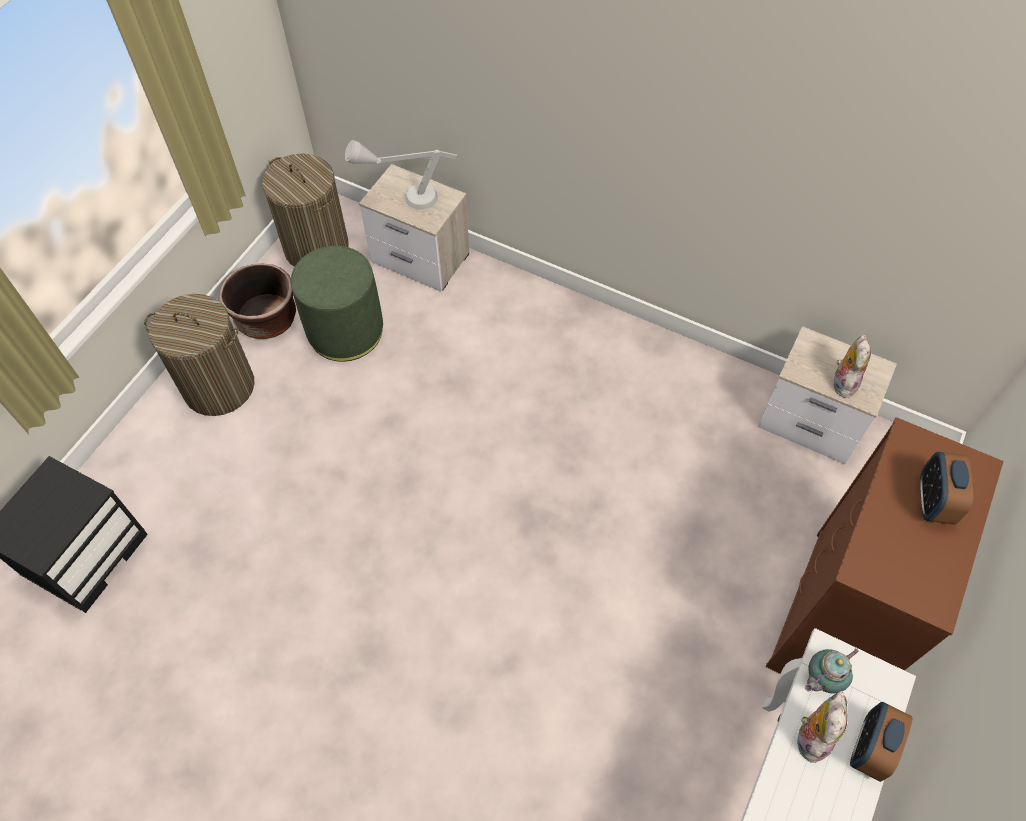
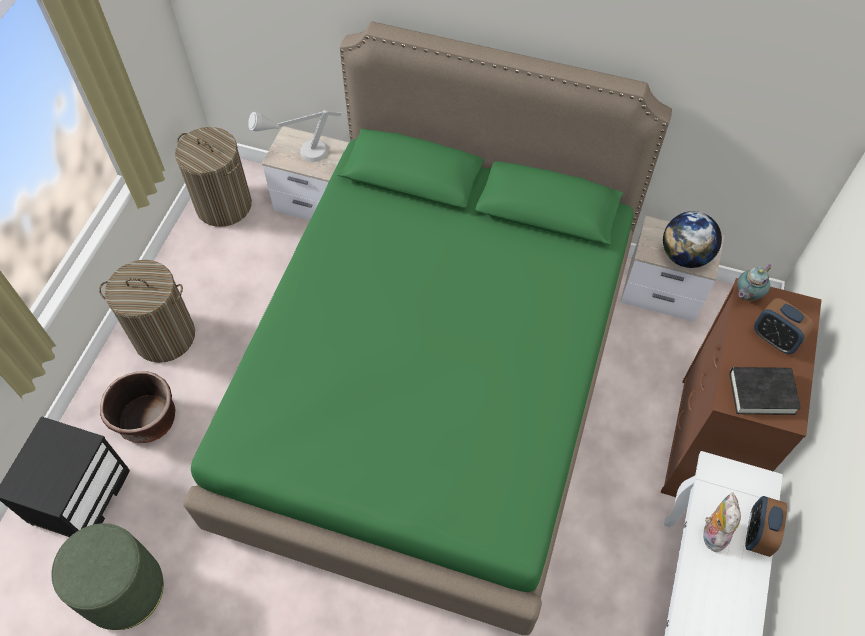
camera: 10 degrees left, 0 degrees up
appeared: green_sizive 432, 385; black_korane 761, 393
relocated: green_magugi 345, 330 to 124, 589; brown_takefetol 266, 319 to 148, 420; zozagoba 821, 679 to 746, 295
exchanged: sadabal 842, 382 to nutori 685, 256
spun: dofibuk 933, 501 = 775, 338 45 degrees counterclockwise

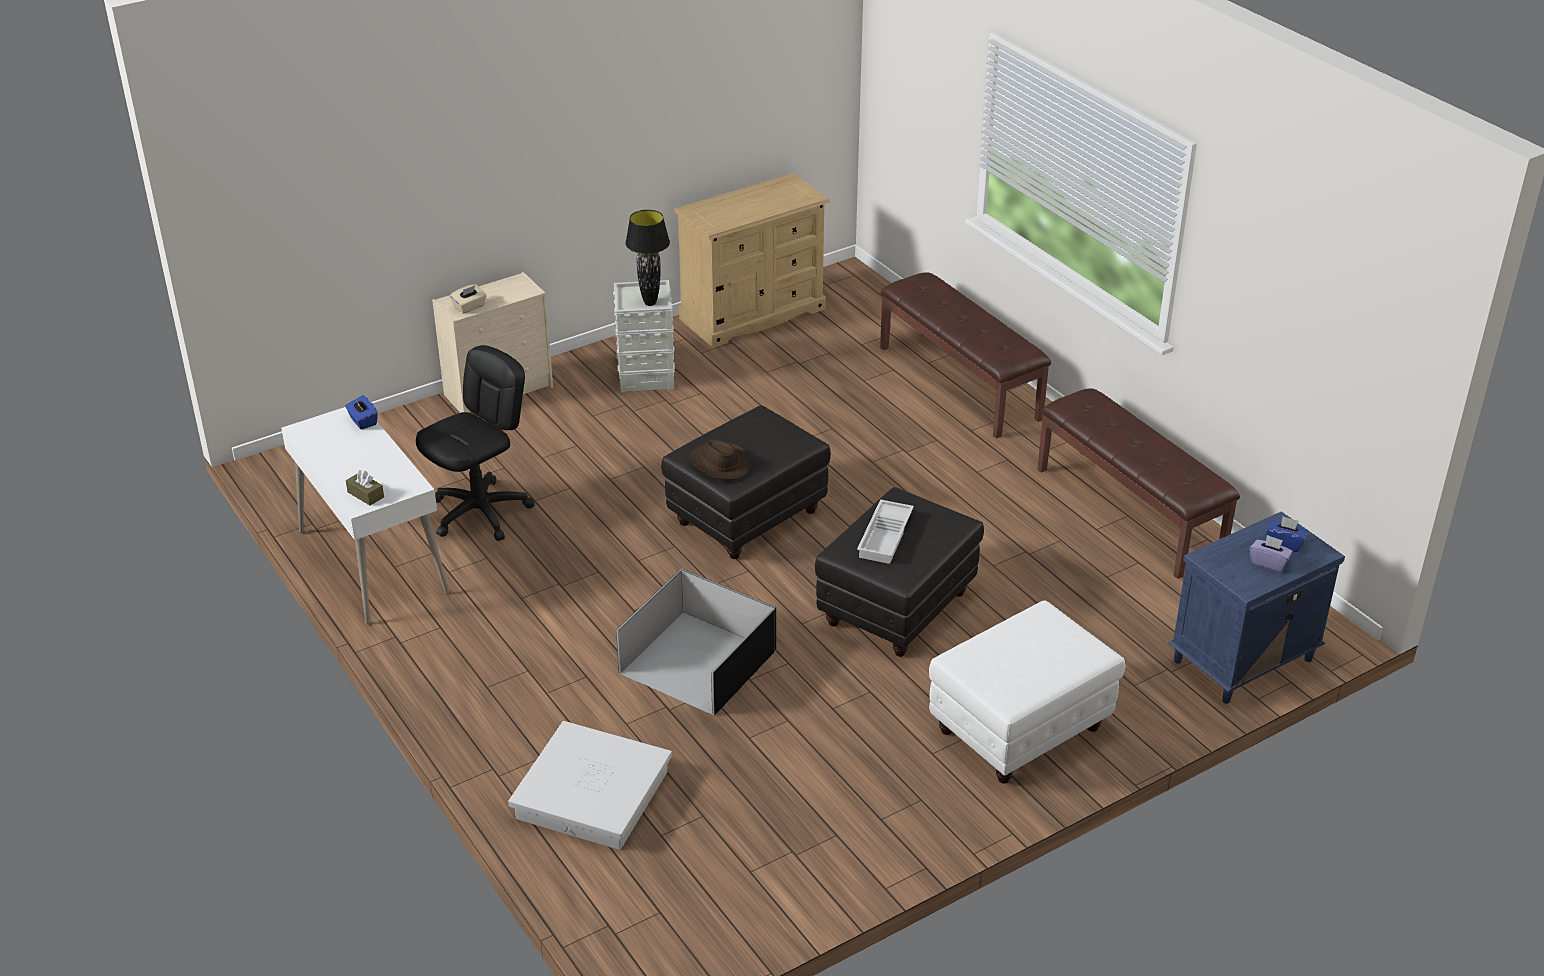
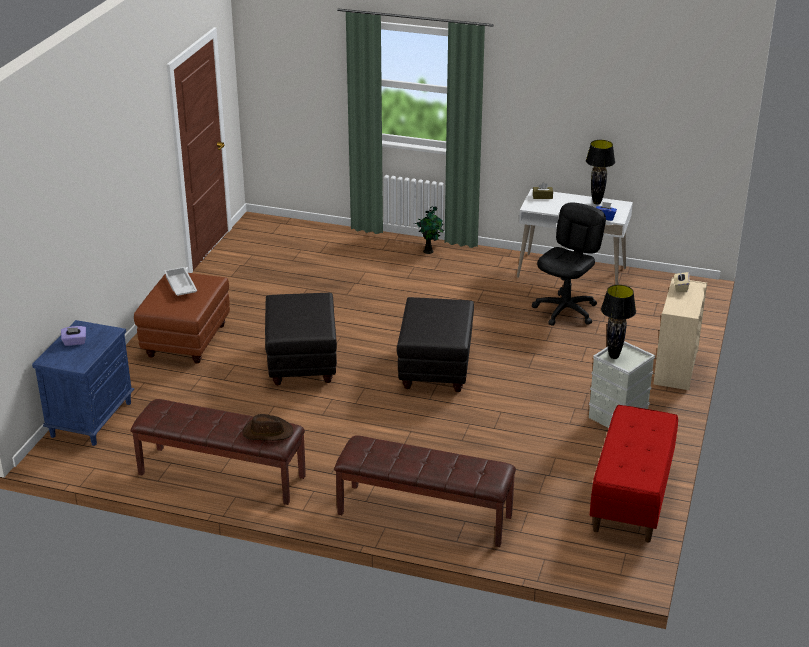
camera: 140 degrees right, 5 degrees down
missing: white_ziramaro 591, 794; black_ziramaro 696, 661; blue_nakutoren 1284, 543
appeared: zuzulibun 429, 251; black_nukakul 596, 202
relocated: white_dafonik 886, 537 to 180, 286; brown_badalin 719, 464 to 267, 432
exchanged: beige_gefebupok 753, 314 to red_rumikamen 632, 497
colour: white_magugi 1020, 730 to brown_magugi 186, 340
spun: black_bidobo 480, 512 = 566, 311 150 degrees counterclockwise

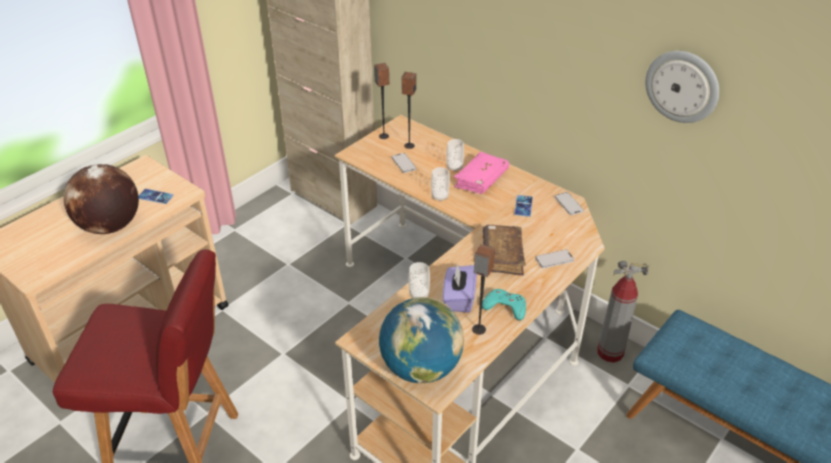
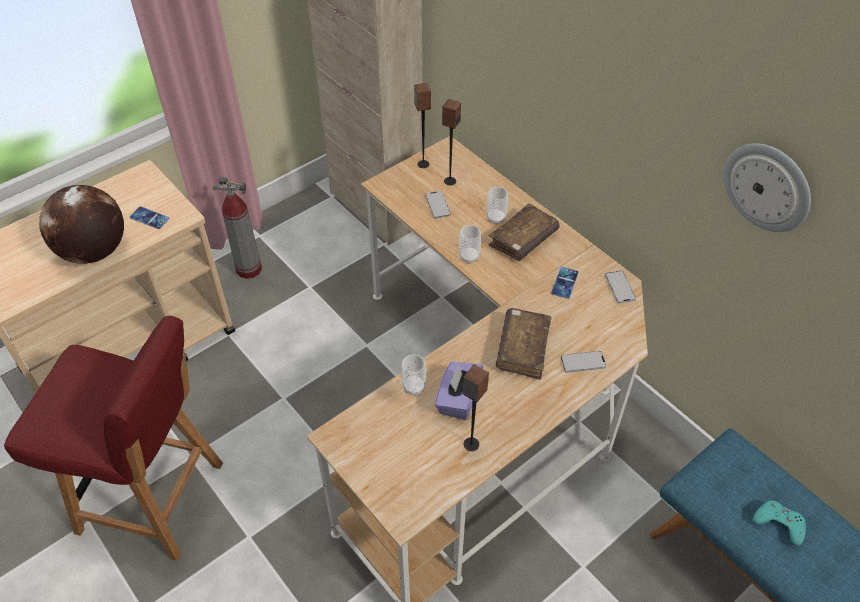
camera: 10 degrees right, 10 degrees up
missing: nutori 421, 368
relocated: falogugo 609, 352 to 248, 269; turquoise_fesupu 505, 307 to 779, 523
colour: pink_korane 481, 180 to brown_korane 523, 239

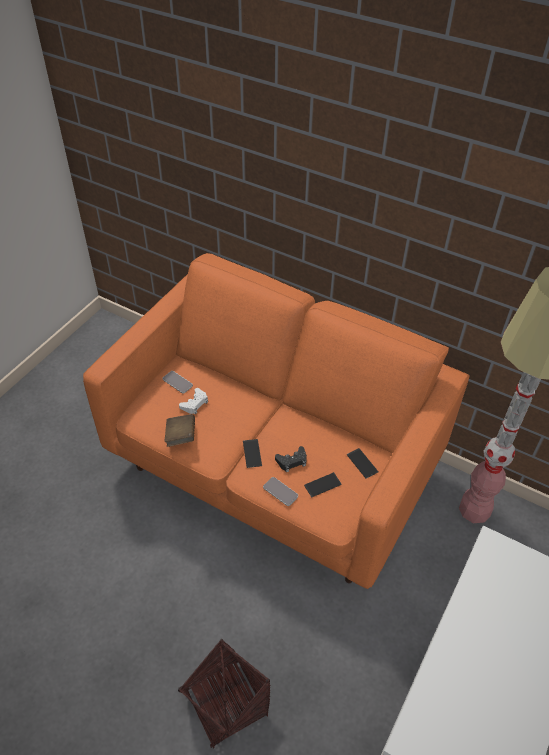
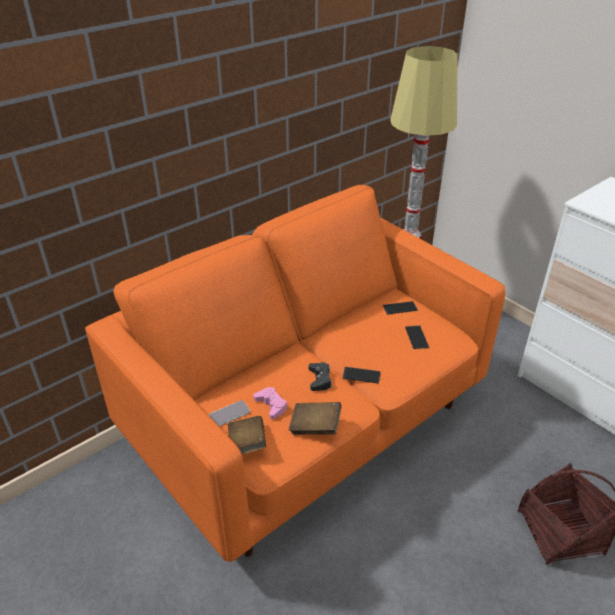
camera: 70 degrees left, 10 degrees down
missing: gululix 280, 492
appeared: brown_korane 247, 444
relocated: black_fesupu 292, 461 to 320, 379
colour: white_fesupu 194, 404 to pink_fesupu 271, 405

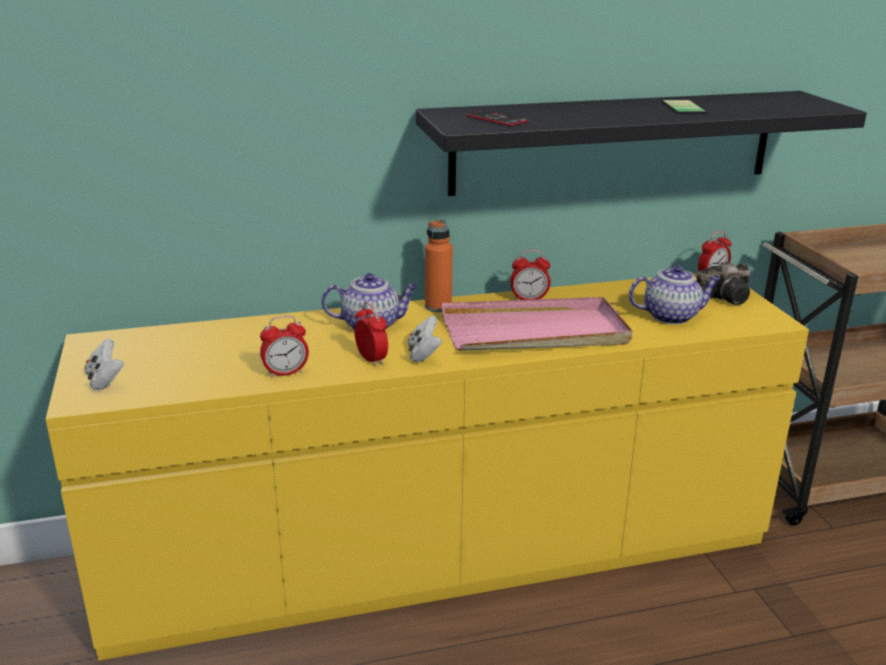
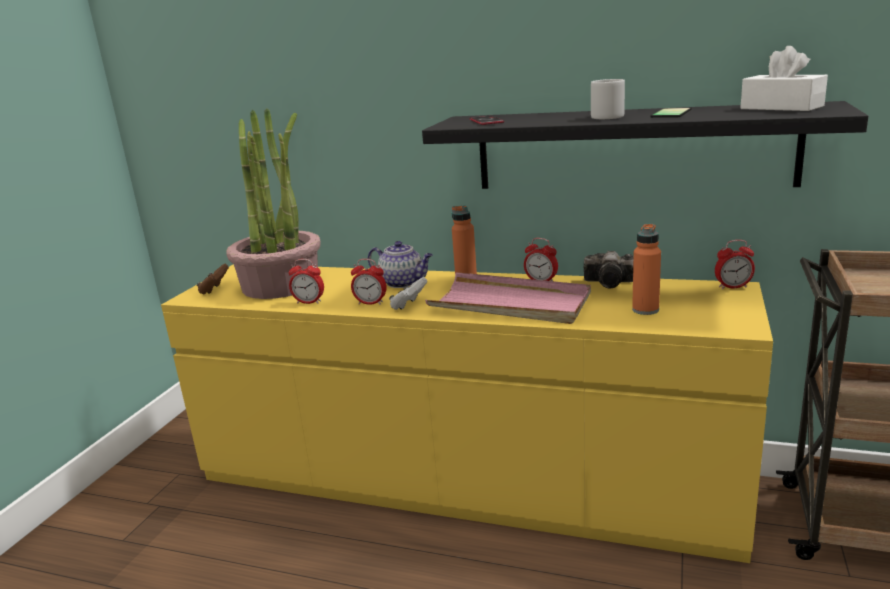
camera: 35 degrees right, 5 degrees down
appeared: zuzulibun 281, 284; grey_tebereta 607, 116; white_nakutoren 781, 107
relocated: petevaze 727, 297 to 611, 282
exchanged: zozagoba 671, 316 to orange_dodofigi 645, 310
colour: white_fesupu 105, 380 to brown_fesupu 214, 290
spun: dofibuk 371, 359 = 370, 303 105 degrees clockwise

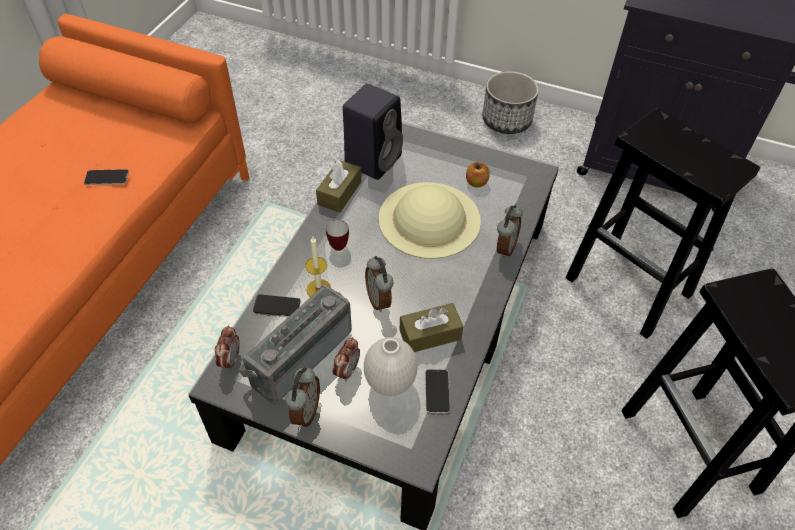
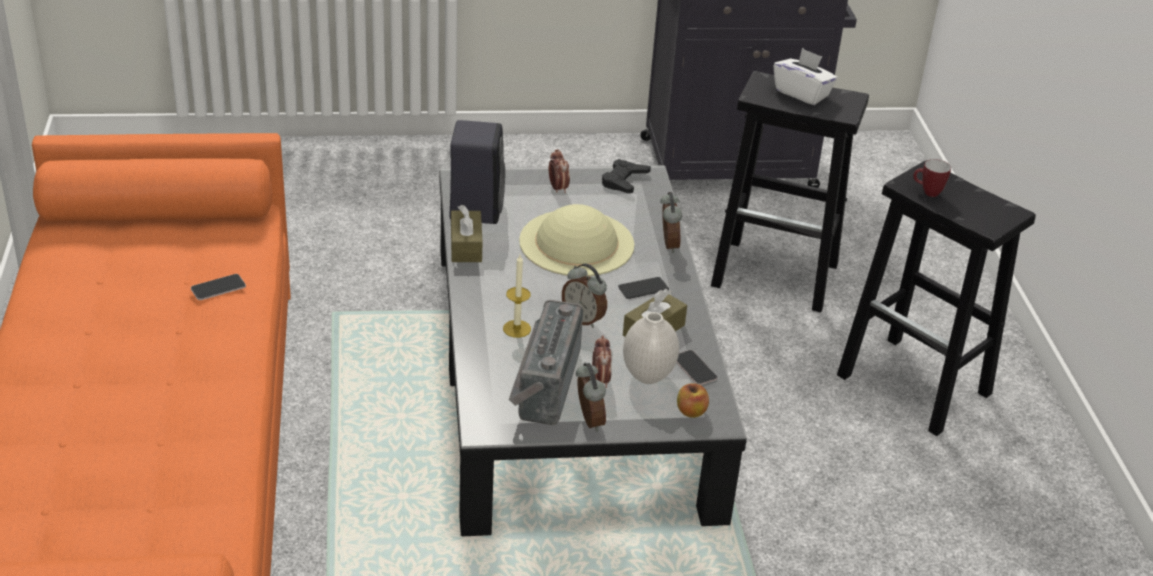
camera: 30 degrees left, 15 degrees down
missing: takefetol 507, 120
appeared: black_fesupu 624, 180; white_nakutoren 802, 93
relocated: dofibuk 230, 360 to 557, 188; gululix 276, 306 to 643, 289; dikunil 476, 182 to 691, 411; tebereta 336, 244 to 927, 192

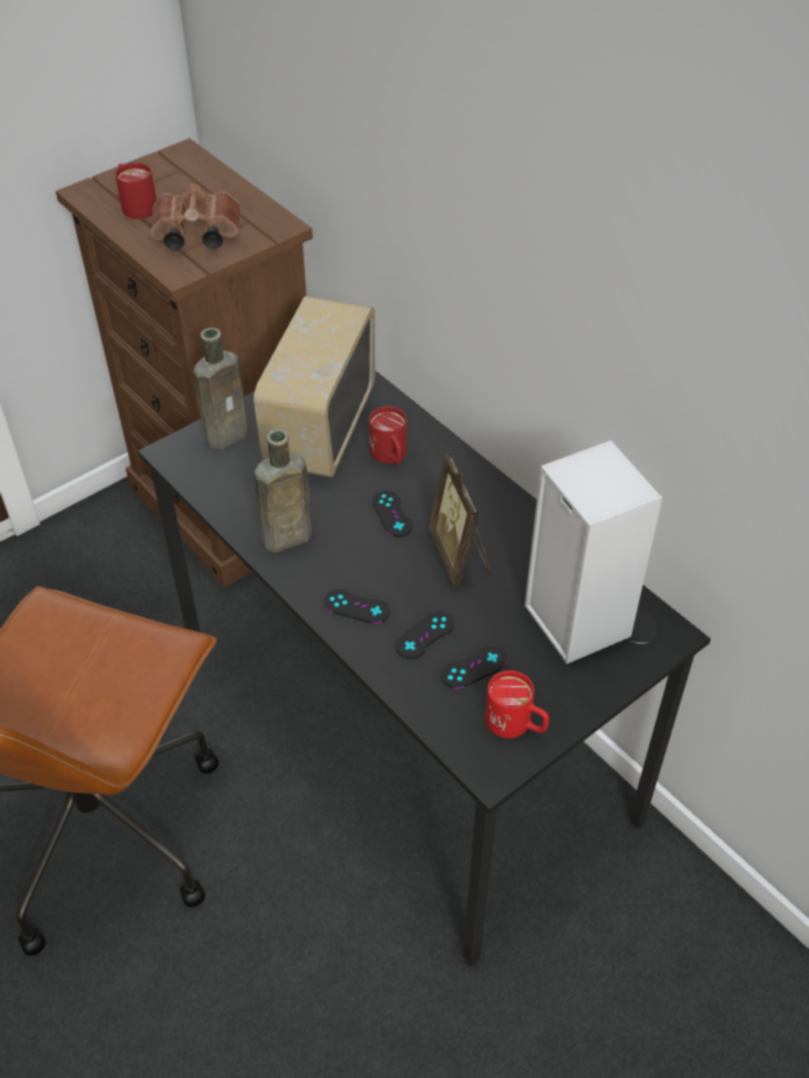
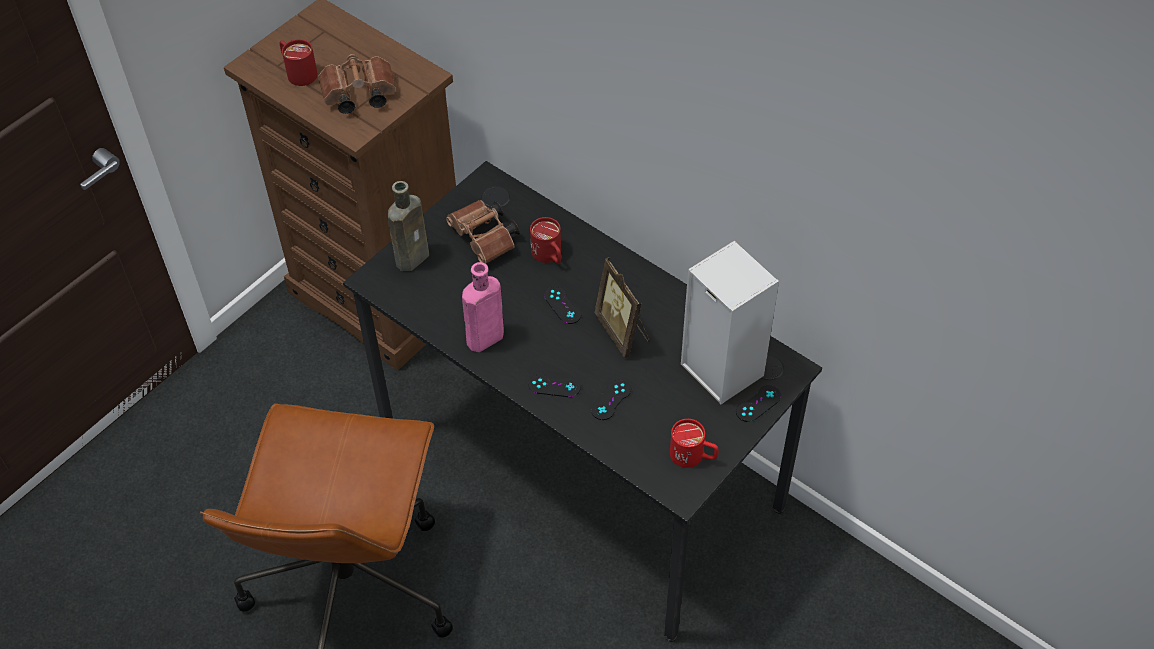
camera: 10 degrees left, 5 degrees up
relocated: black_fesupu 474, 667 to 758, 404
exchanged: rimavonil 319, 428 to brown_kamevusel 485, 240
colour: brown_dodofigi 283, 539 to pink_dodofigi 483, 340

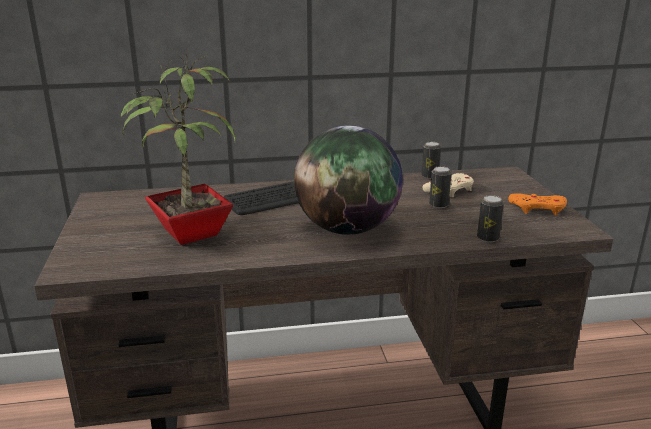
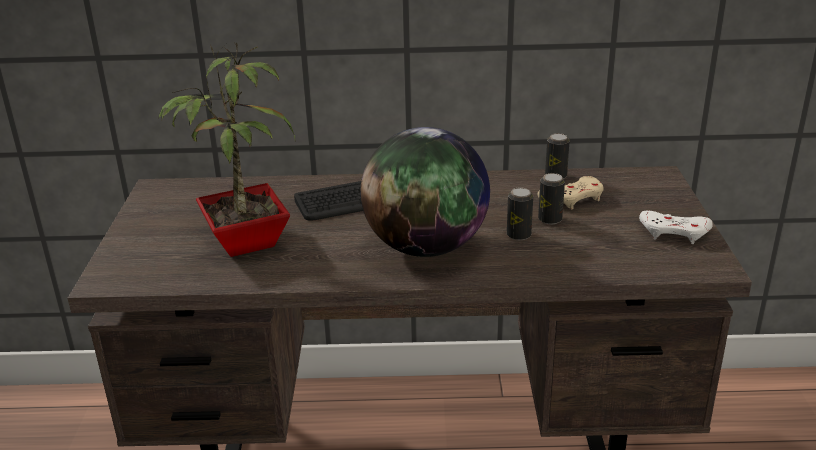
camera: 10 degrees right, 5 degrees up
relocated: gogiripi 487, 238 to 518, 235
colour: orange_fesupu 538, 208 to white_fesupu 674, 232

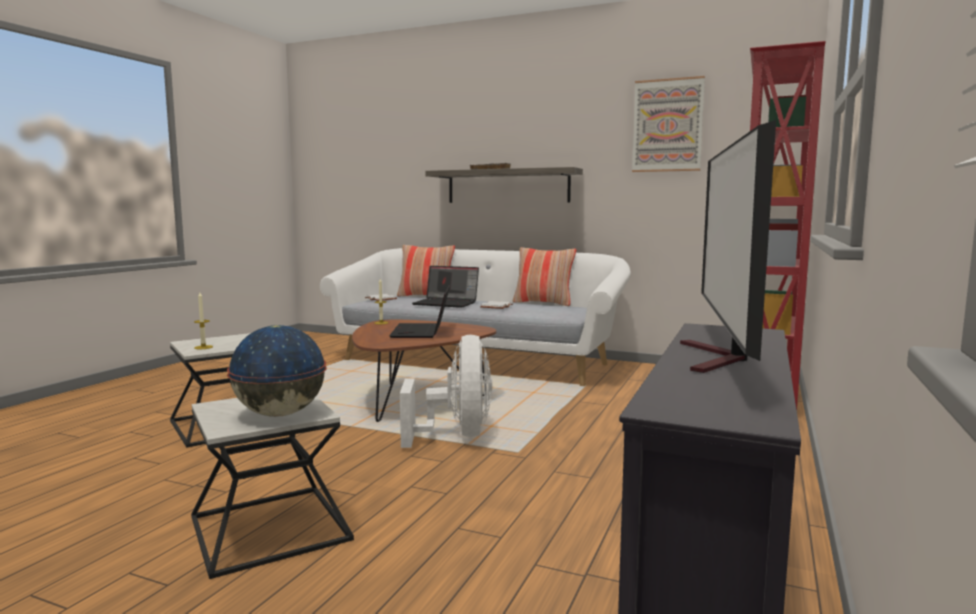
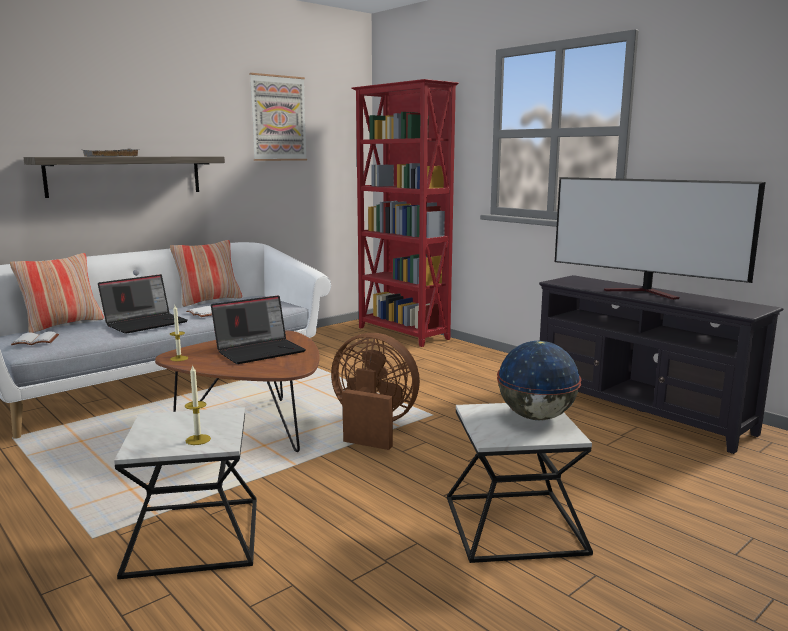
camera: 65 degrees left, 5 degrees up
colour: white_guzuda 457, 435 to brown_guzuda 372, 427
spun: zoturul 422, 332 = 260, 351 60 degrees counterclockwise

